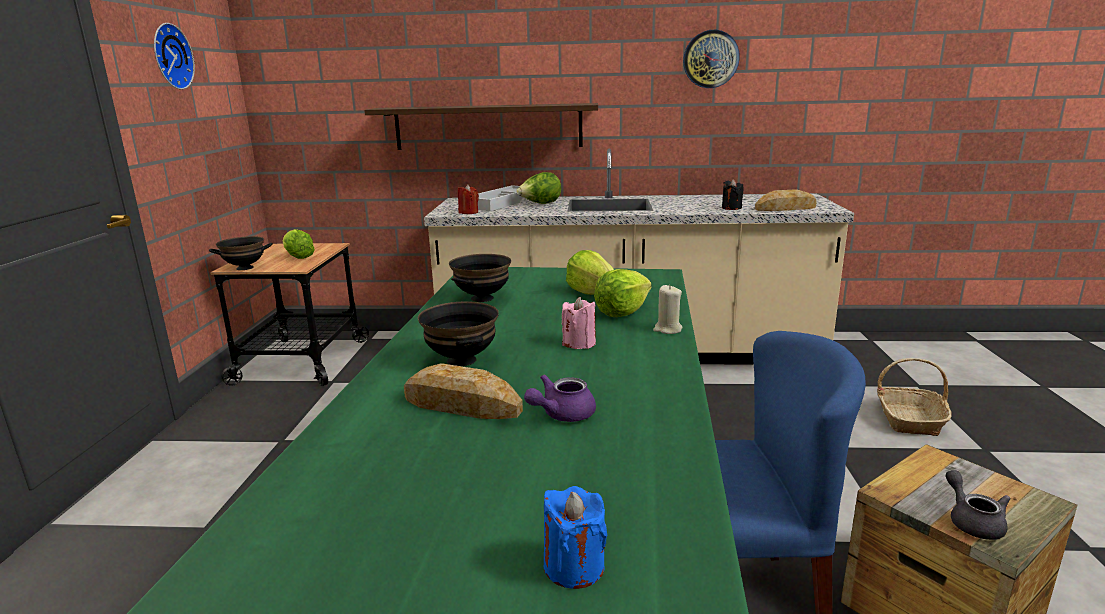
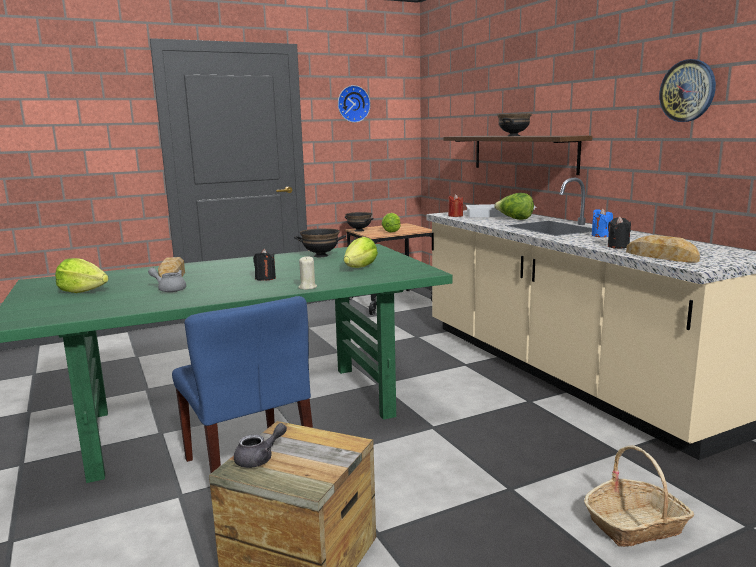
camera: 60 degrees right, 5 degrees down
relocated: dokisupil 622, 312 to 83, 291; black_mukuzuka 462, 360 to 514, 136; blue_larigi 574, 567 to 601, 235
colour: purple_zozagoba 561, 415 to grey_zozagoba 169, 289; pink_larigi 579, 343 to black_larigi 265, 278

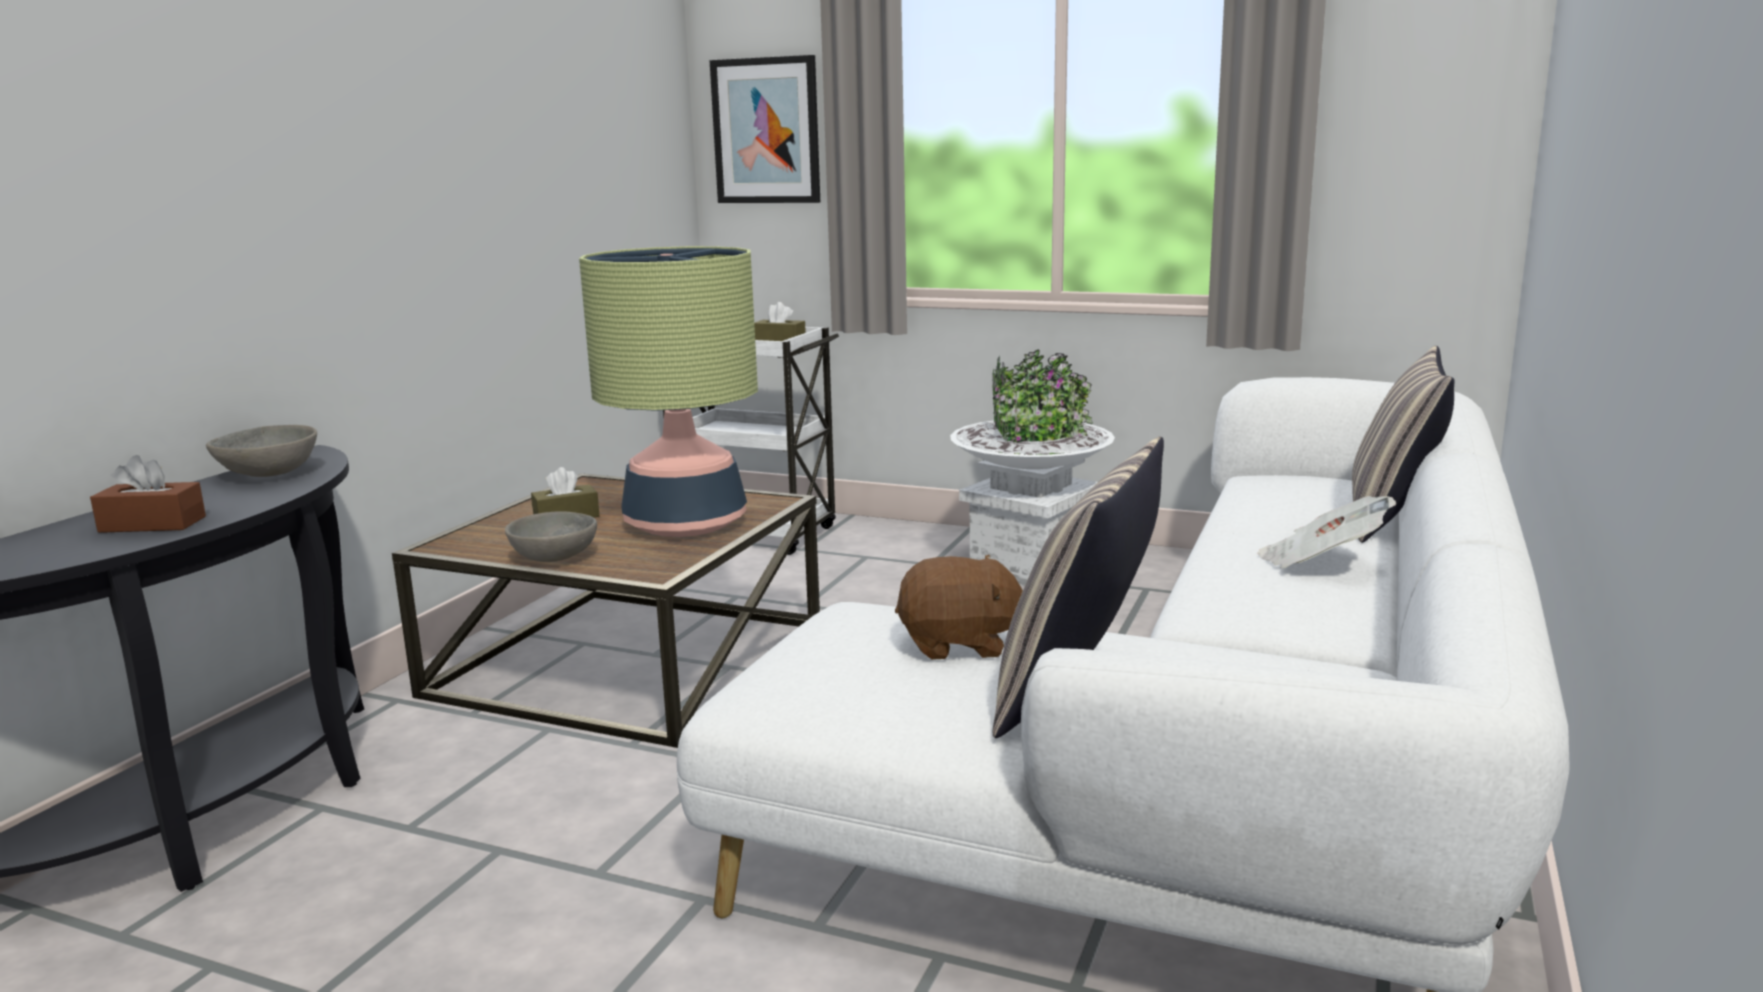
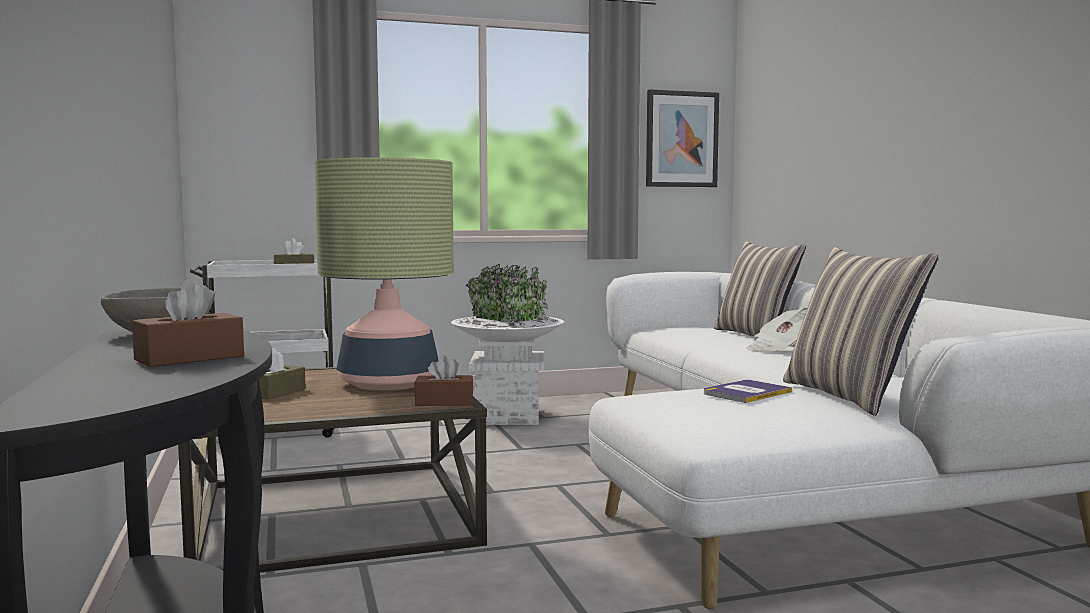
camera: 40 degrees left, 10 degrees down
missing: grey_mukuzuka 556, 557
appeared: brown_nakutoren 444, 402
relocated: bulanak 766, 131 to 681, 139
exchanged: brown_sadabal 959, 644 to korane 746, 393

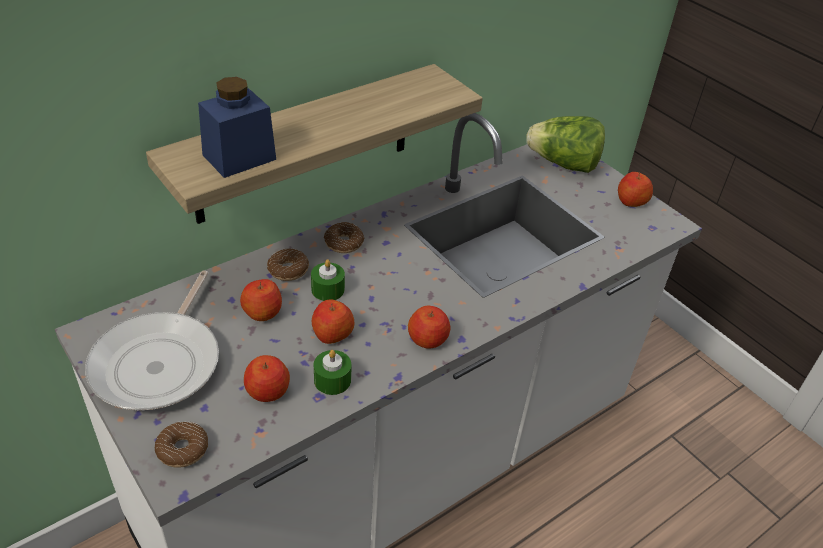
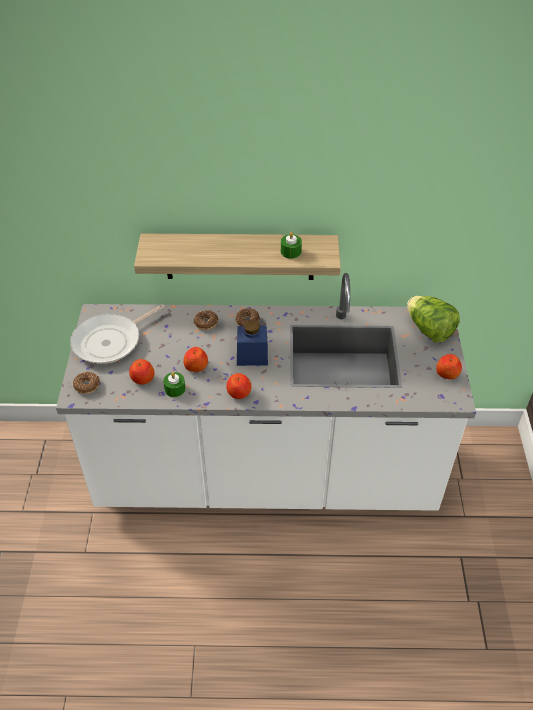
camera: 40 degrees right, 5 degrees up
missing: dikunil 262, 312
relocated: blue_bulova 239, 157 to 252, 356; green_larigi 328, 289 to 290, 251

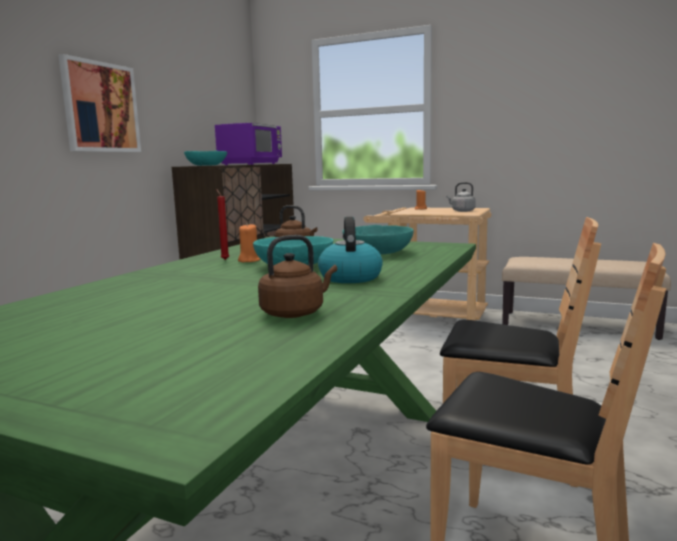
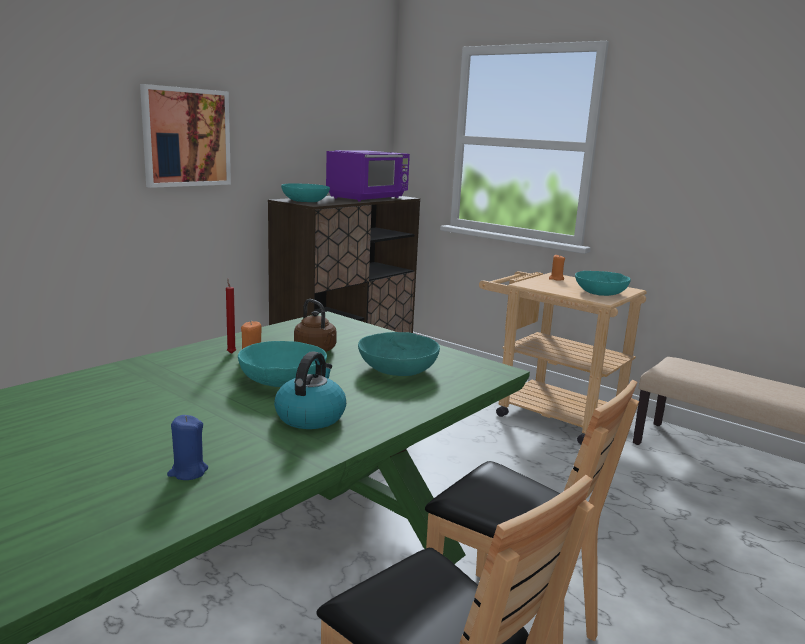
camera: 15 degrees right, 5 degrees up
exchanged: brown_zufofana 295, 313 to blue_larigi 188, 472; grey_zufofana 462, 211 to turquoise_mukuzuka 600, 293

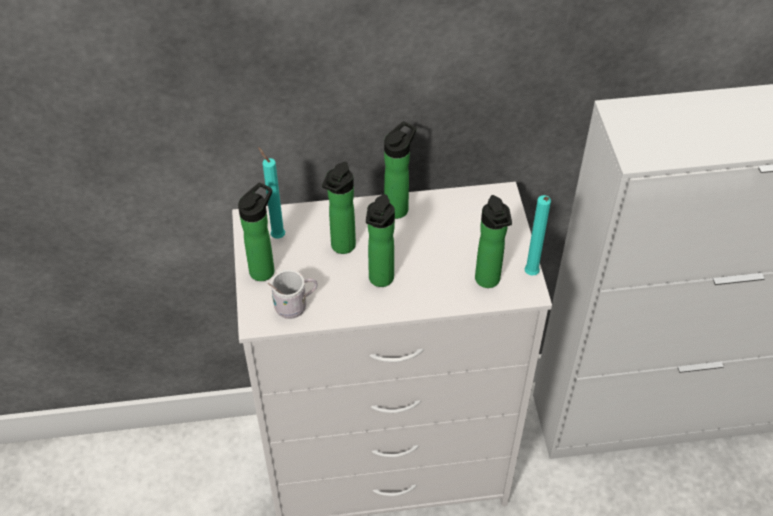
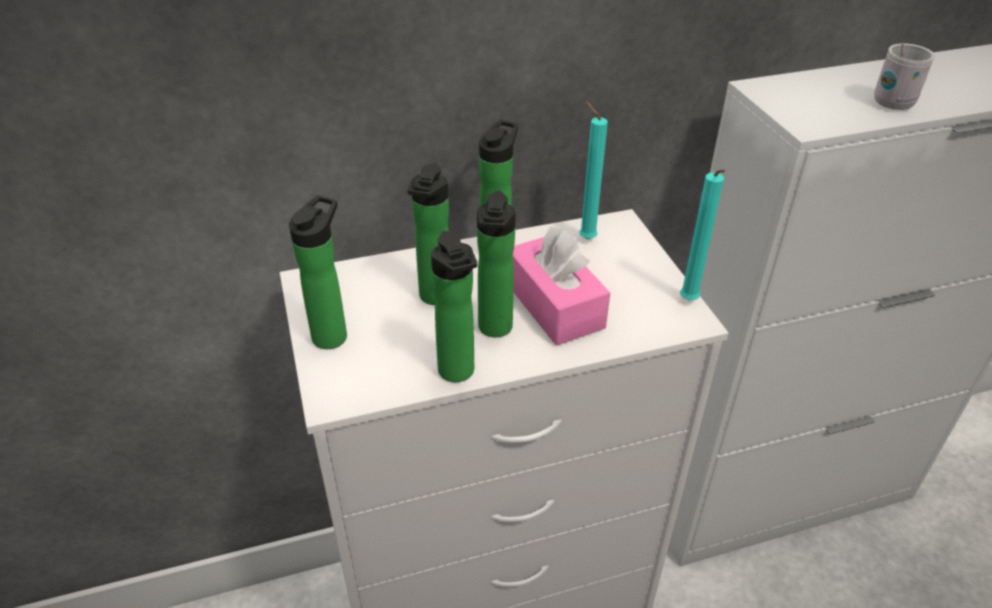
camera: 10 degrees left, 10 degrees down
appeared: pink_nakutoren 554, 305
relocated: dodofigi 488, 282 to 458, 374; turquoise_larigi 276, 235 to 585, 238; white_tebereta 295, 306 to 896, 102

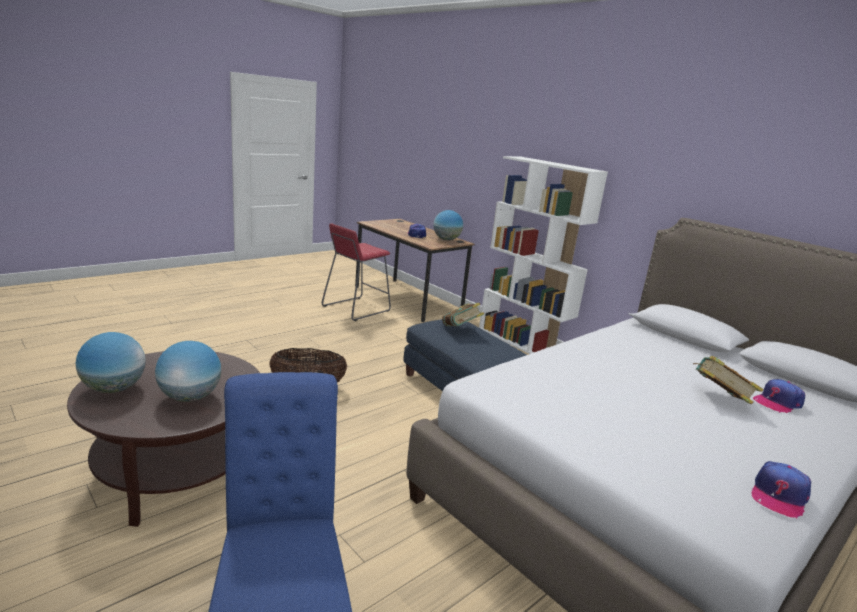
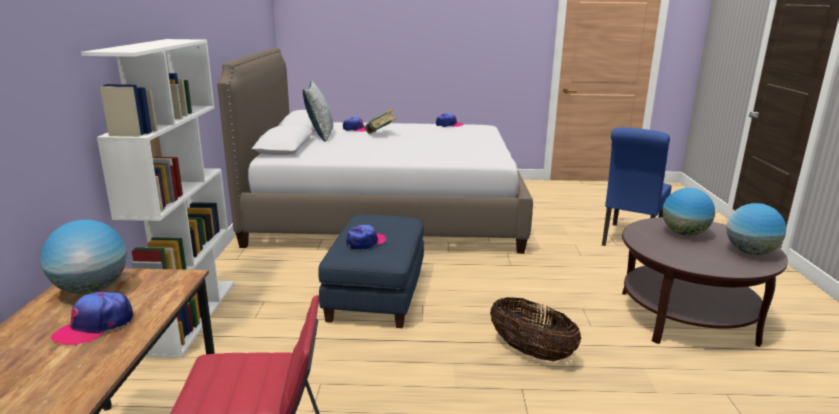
camera: 135 degrees left, 0 degrees up
appeared: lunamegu 320, 135
exchanged: korane 460, 330 to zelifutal 365, 242

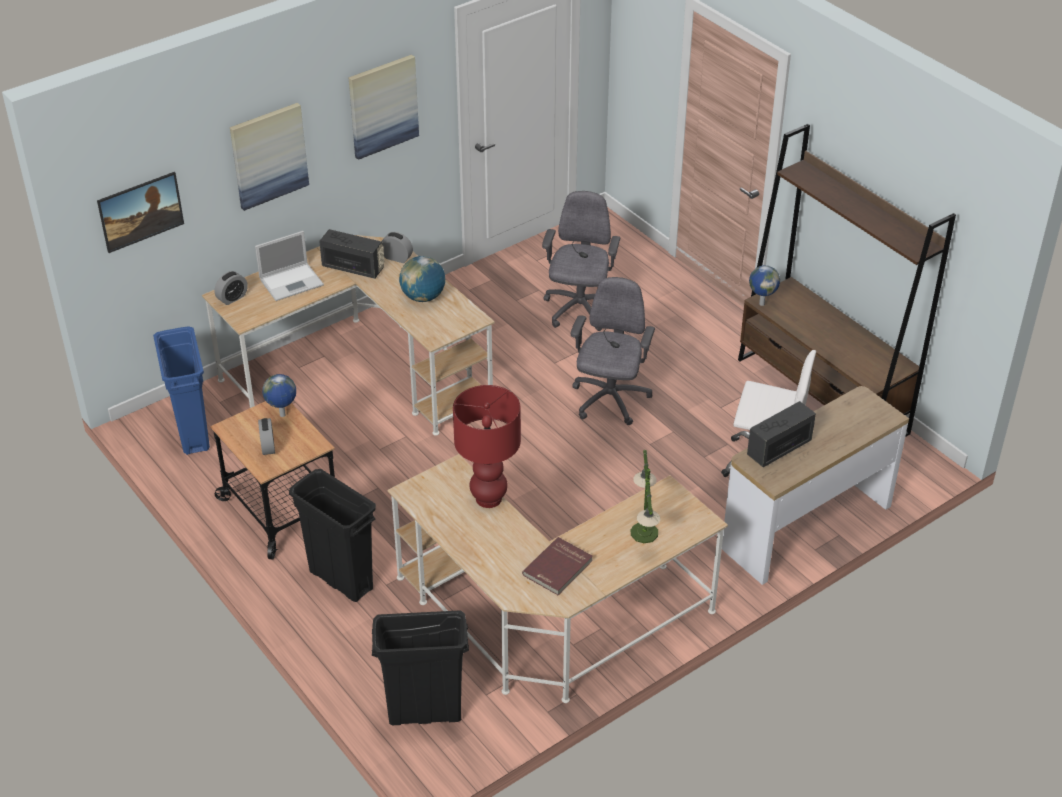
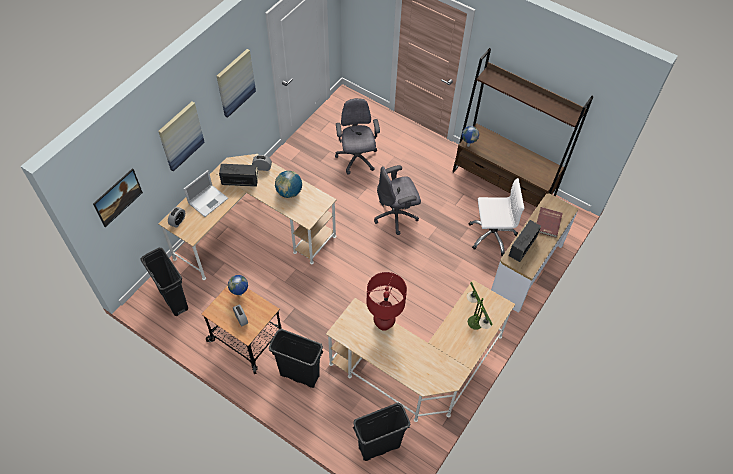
camera: 20 degrees left, 15 degrees up
relocated: red_korane 558, 568 to 548, 223
colour: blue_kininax 193, 433 to black_kininax 174, 300
spun: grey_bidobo 609, 400 = 396, 216 105 degrees counterclockwise

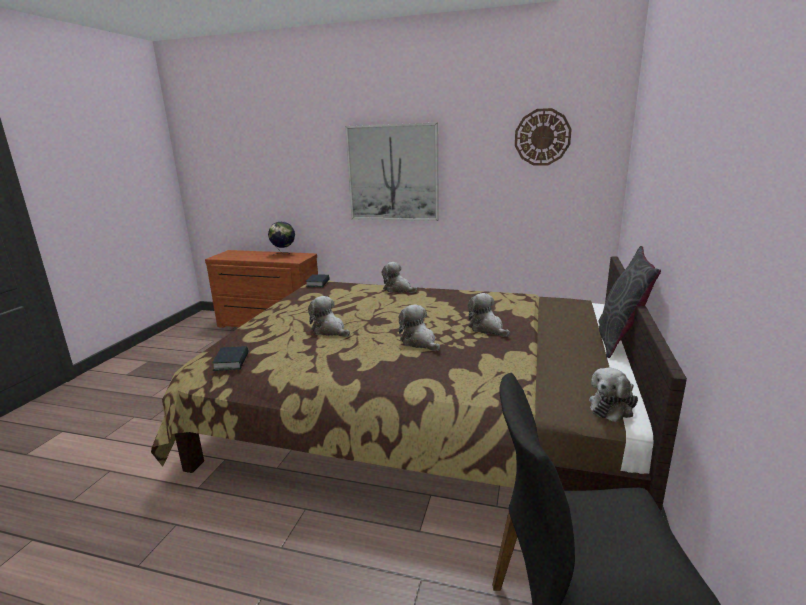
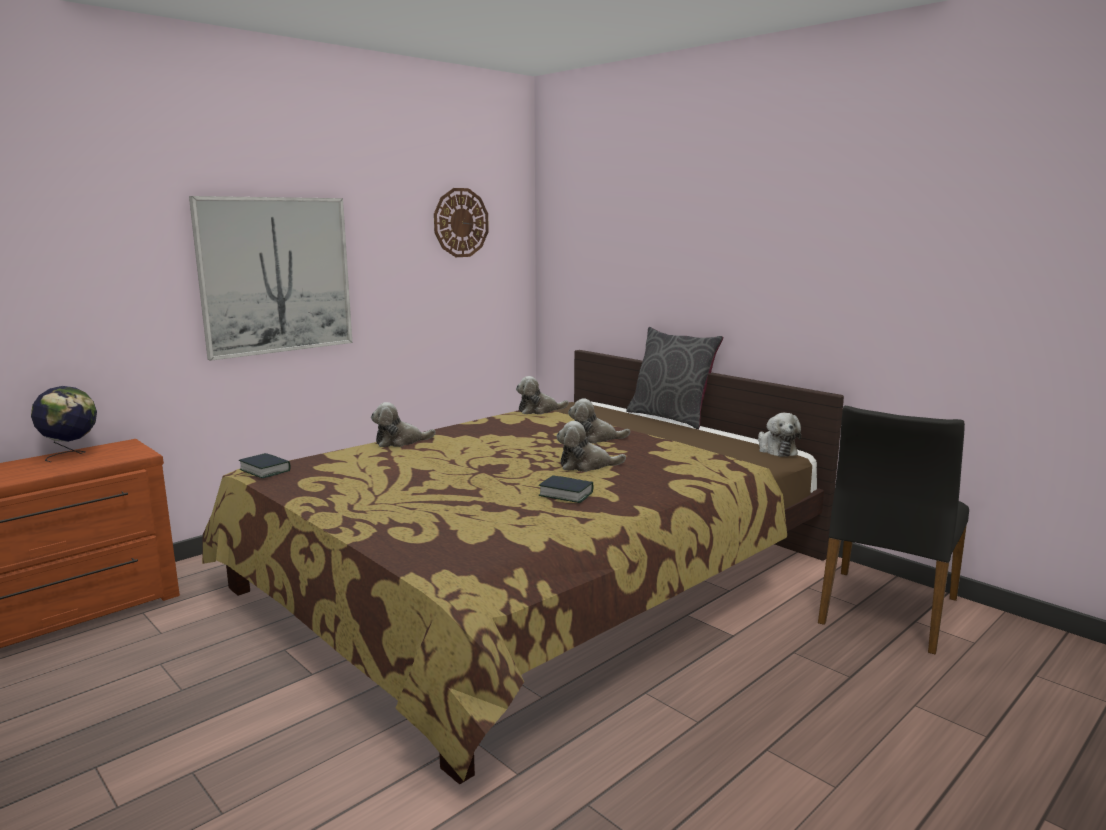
camera: 60 degrees left, 5 degrees down
relocated: sadabal 329, 330 to 539, 410; korane 231, 362 to 566, 494

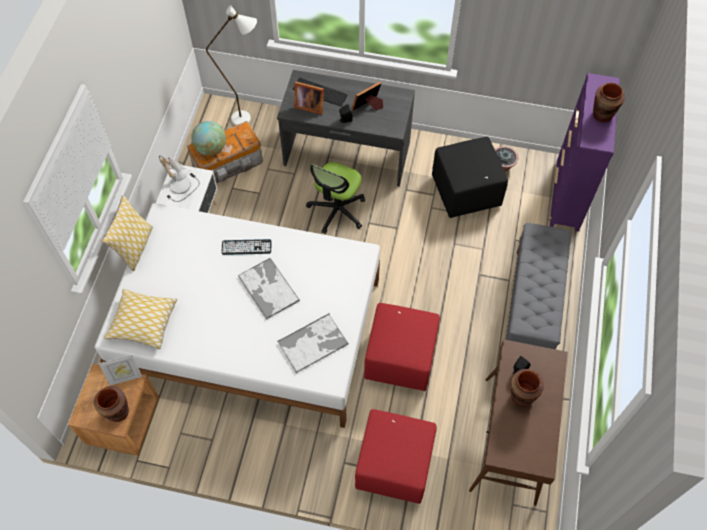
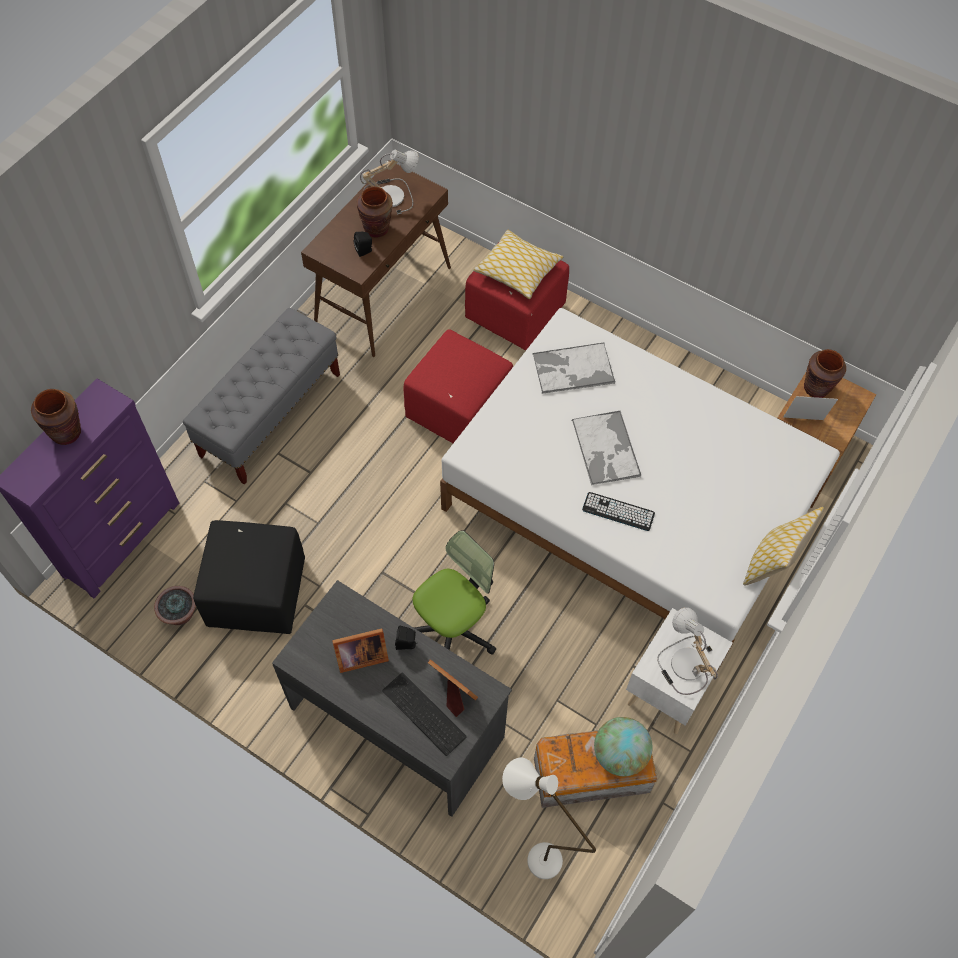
camera: 160 degrees left, 0 degrees up
appeared: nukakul 391, 194
relocated: lunamegu 143, 322 to 518, 270

